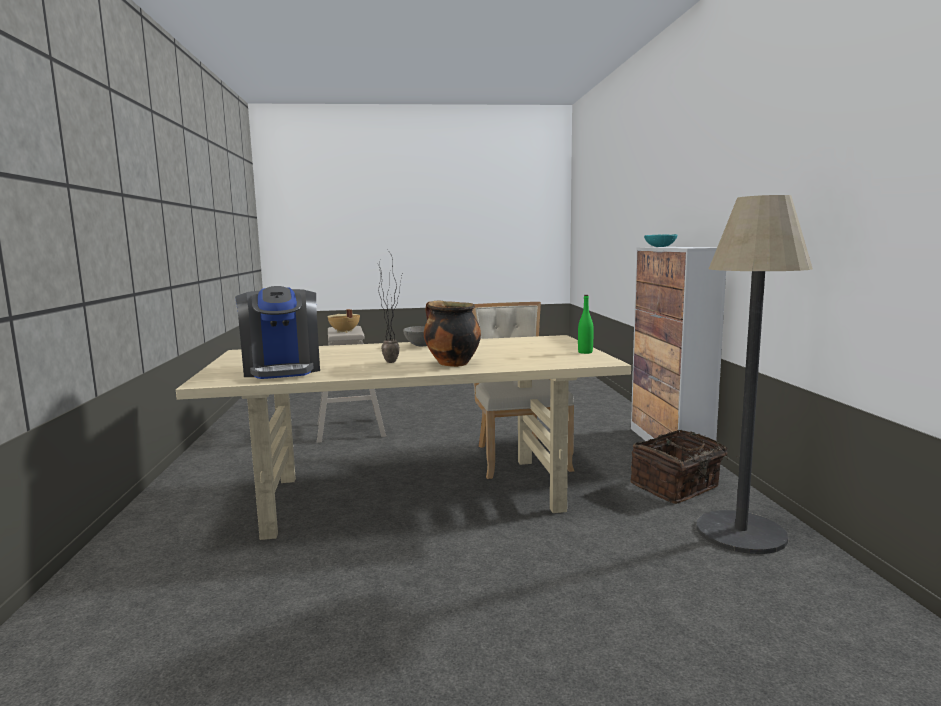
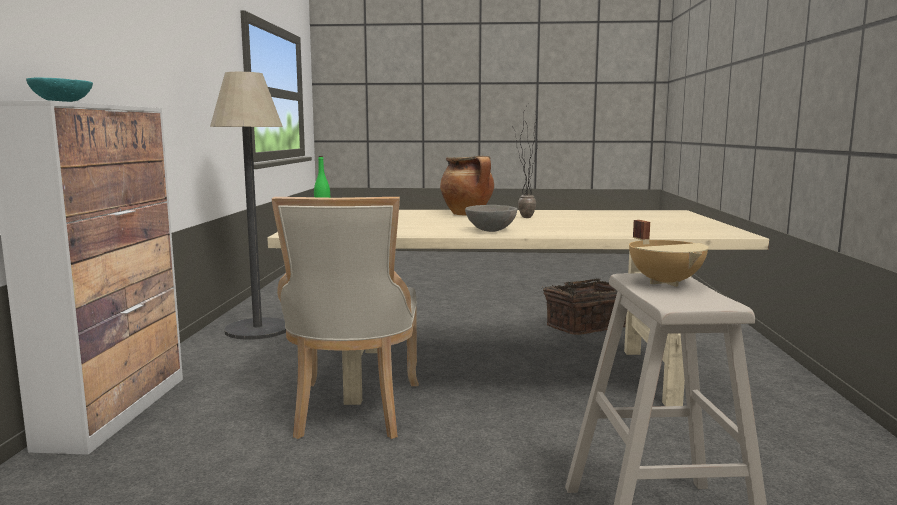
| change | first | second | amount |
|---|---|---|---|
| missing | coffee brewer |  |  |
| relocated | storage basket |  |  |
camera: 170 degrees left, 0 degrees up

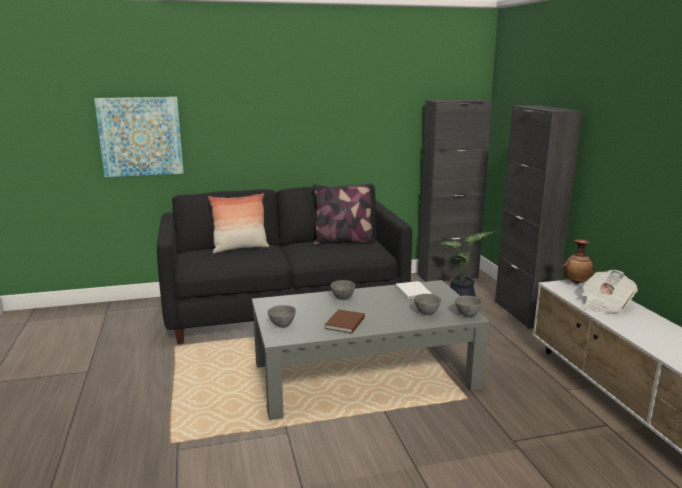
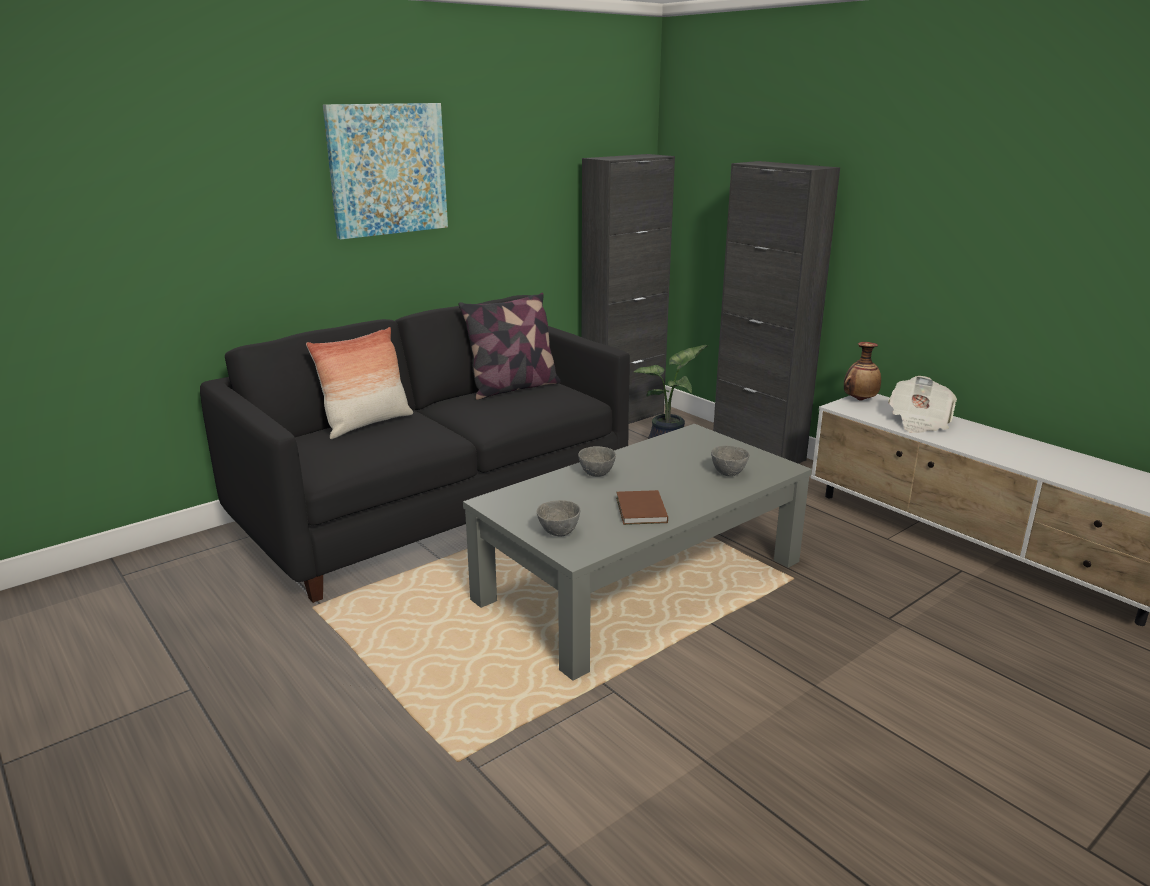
| change | first | second | amount |
|---|---|---|---|
| missing | book (white-coloured) |  |  |
| missing | bowl (gray) (no. 4 from left) |  |  |
| relocated | picture |  |  |
camera: 25 degrees left, 5 degrees up

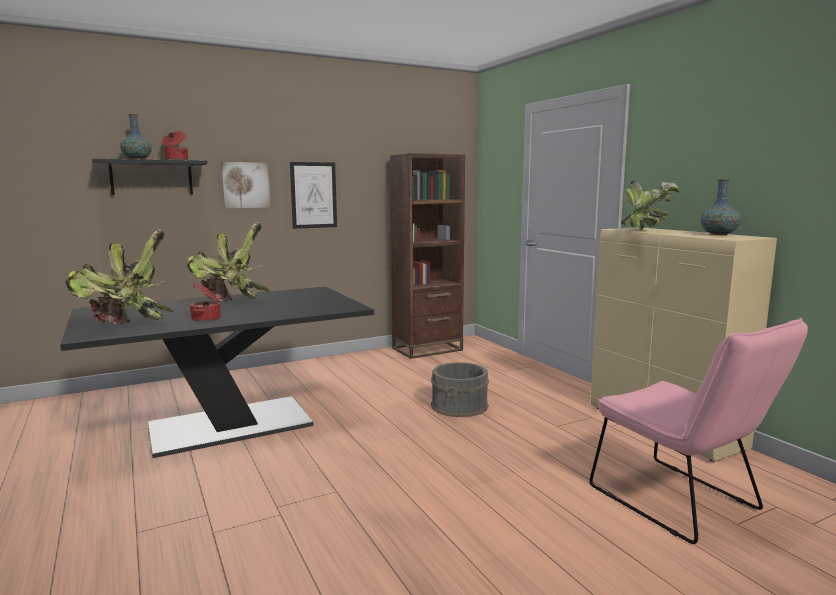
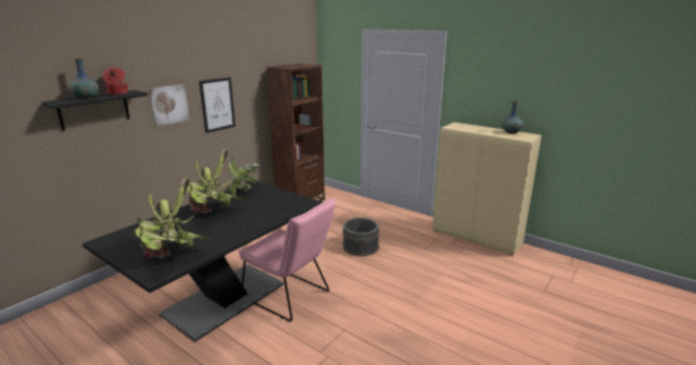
| change | first | second | amount |
|---|---|---|---|
| missing | cooking pot (no. 2 from left) |  |  |
| relocated | upright chair (pinkish) |  |  |
| relocated | potted plant (no. 3 from left) |  |  |
camera: 25 degrees left, 10 degrees up

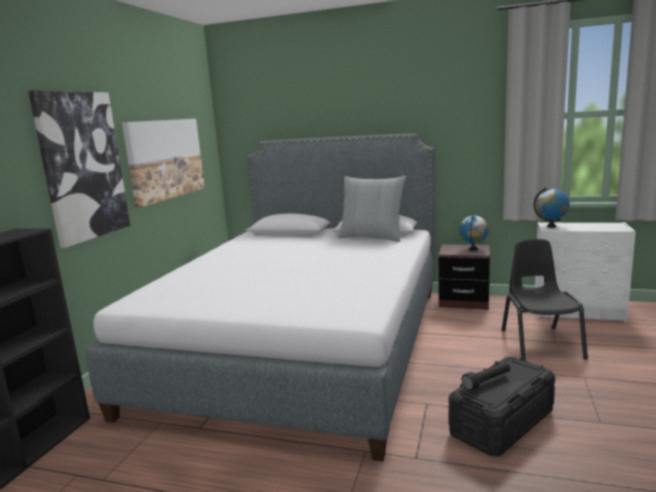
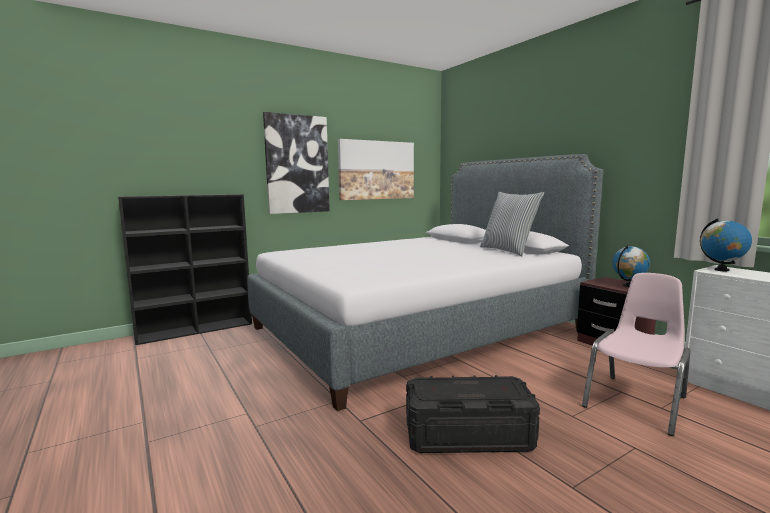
| change | first | second | amount |
|---|---|---|---|
| missing | torch (black-coloured) |  |  |
| colour | upright chair (black-coloured) | upright chair (pinkish) |  |
camera: 40 degrees right, 5 degrees down

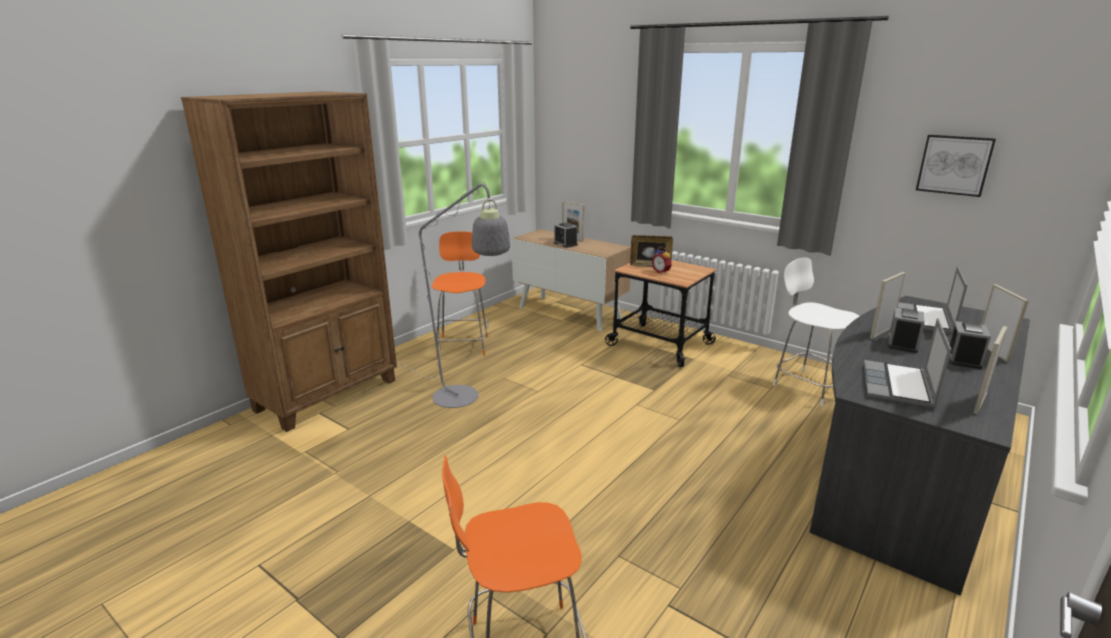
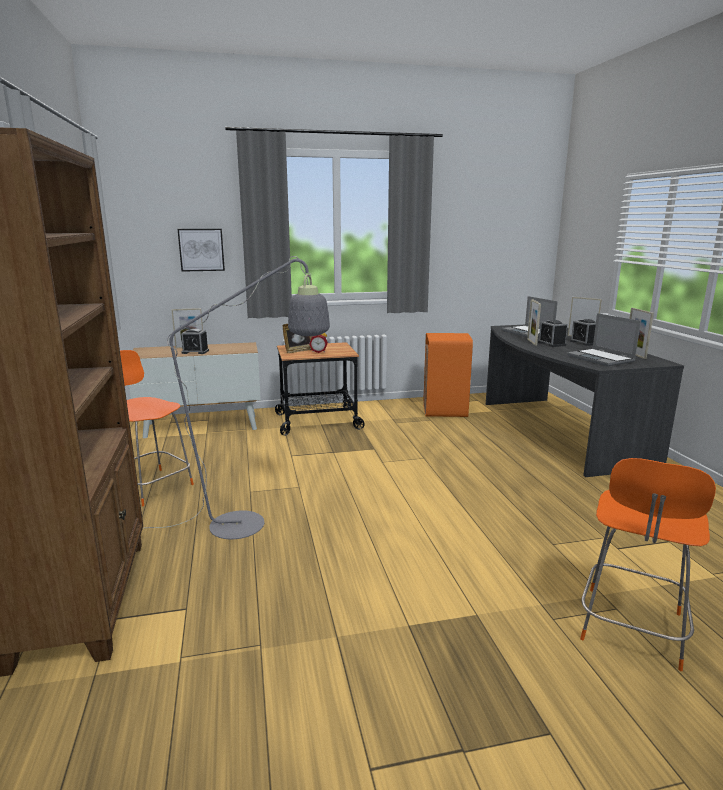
| change | first | second | amount |
|---|---|---|---|
| relocated | picture |  |  |
| exchanged | upright chair (white-coloured) | waste bin (orange-coloured) |  |
camera: 50 degrees left, 5 degrees down

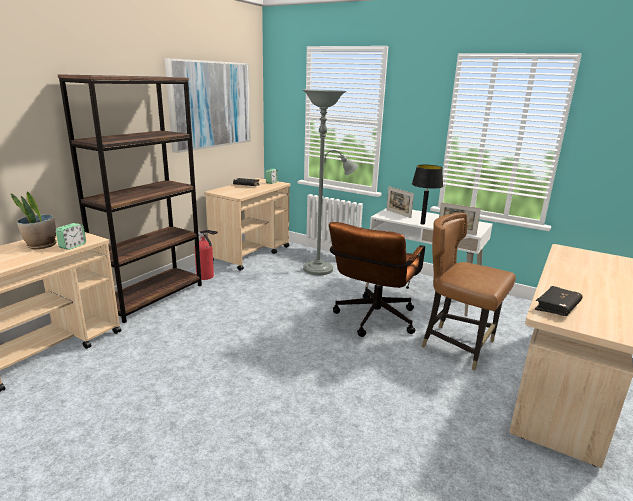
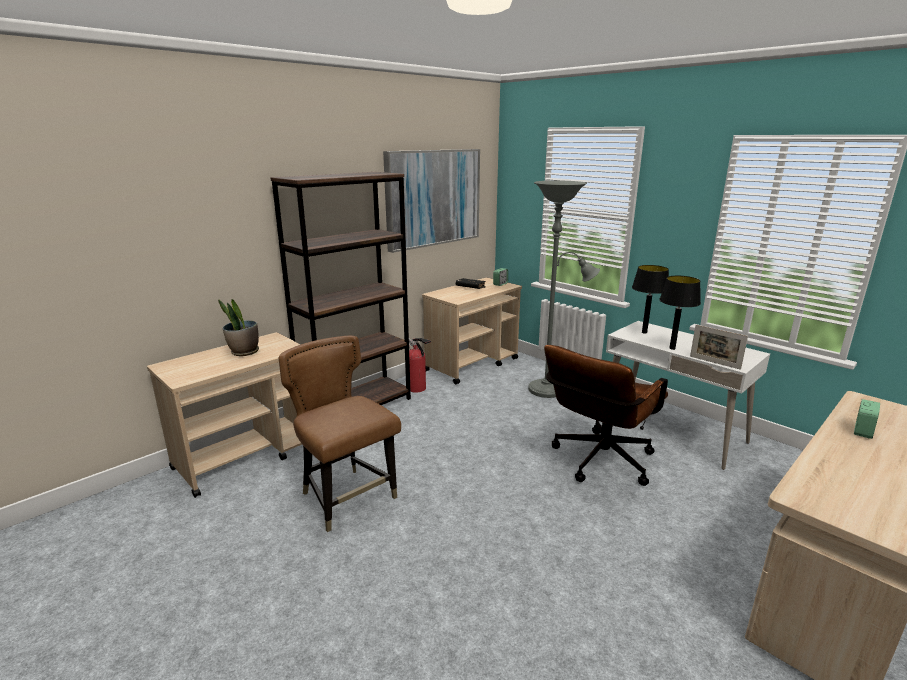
| change | first | second | amount |
|---|---|---|---|
| missing | book (black-coloured) (no. 2 from left) |  |  |
| relocated | bedside clock (no. 1 from left in the first image) | bedside clock (no. 2 from left) |  |
| relocated | upright chair (brown-coloured) |  |  |
| exchanged | photo frame (no. 1 from left) | table lamp (black-coloured) (no. 1 from left) |  |
camera: 15 degrees right, 0 degrees up

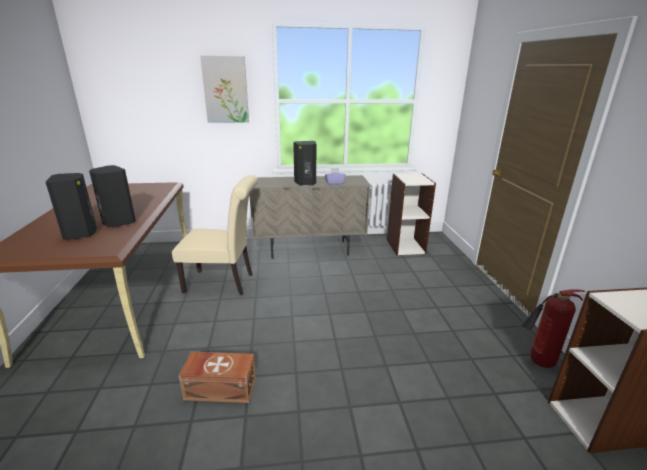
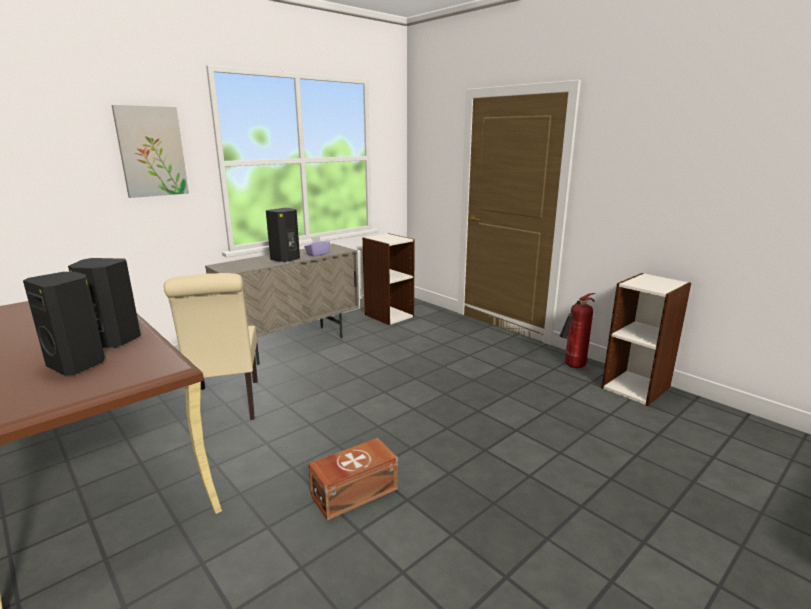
| change | first | second | amount |
|---|---|---|---|
| spun | upright chair (sand-coloured) |  | 105 degrees clockwise |
camera: 35 degrees left, 5 degrees down

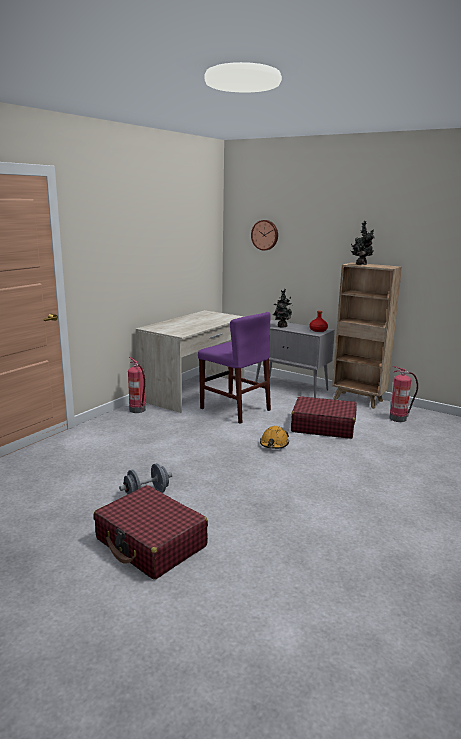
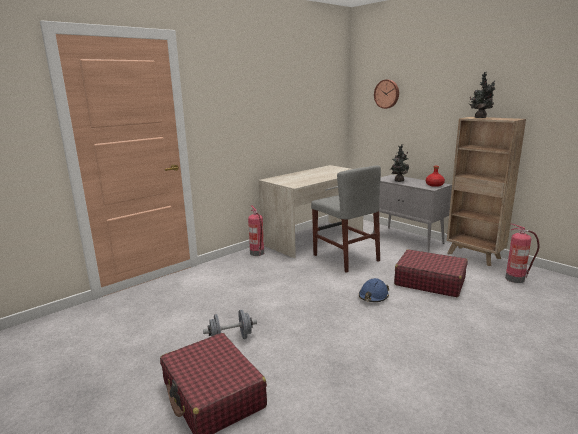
| change | first | second | amount |
|---|---|---|---|
| colour | upright chair (purplish) | upright chair (gray) |  |
| colour | work helmet (orange-coloured) | work helmet (blue-coloured) |  |
camera: 15 degrees right, 0 degrees up

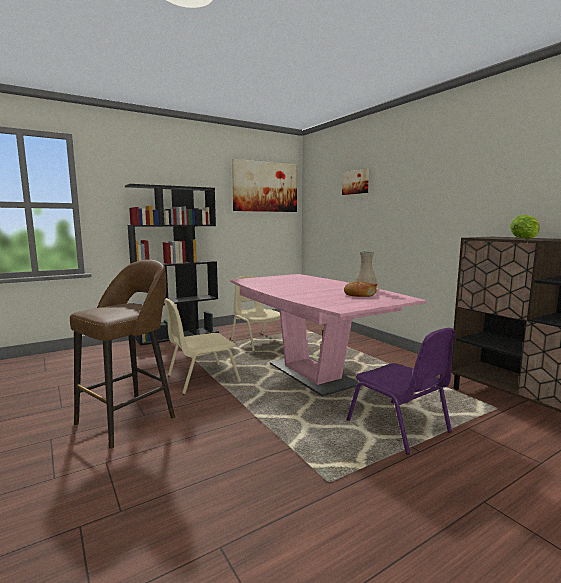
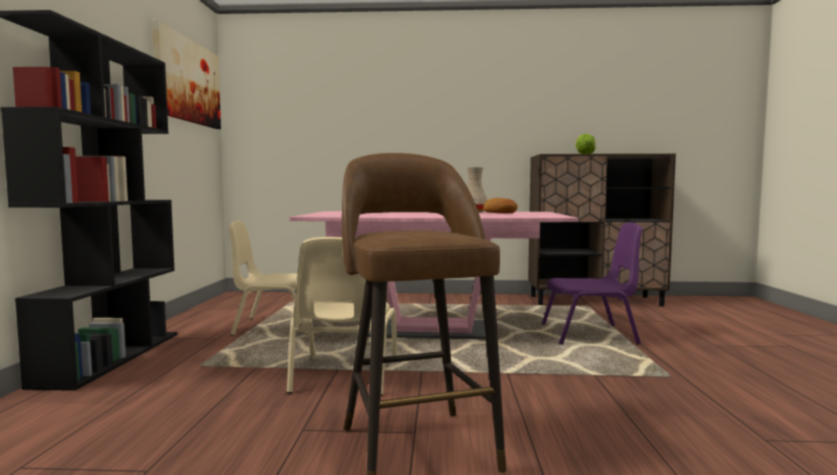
| change | first | second | amount |
|---|---|---|---|
| missing | picture (no. 2 from left) |  |  |
camera: 55 degrees left, 5 degrees down

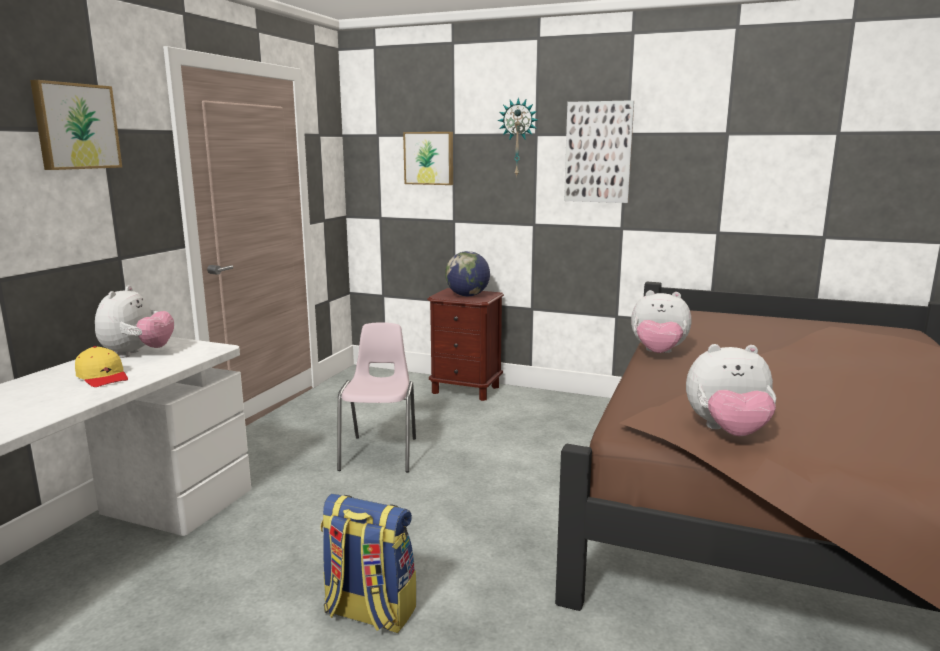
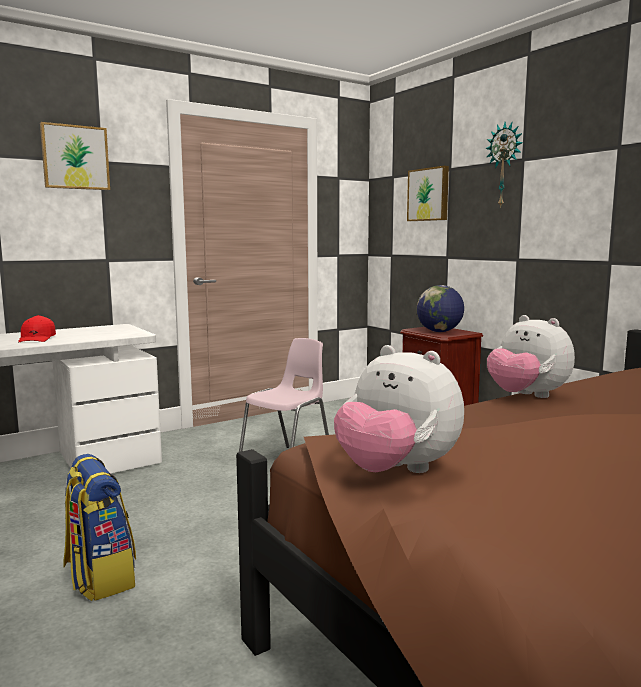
| change | first | second | amount |
|---|---|---|---|
| missing | plush toy (no. 1 from left) |  |  |
| missing | picture (no. 3 from left) |  |  |
| colour | baseball cap (yellow-coloured) | baseball cap (reddish) |  |
camera: 35 degrees right, 5 degrees down

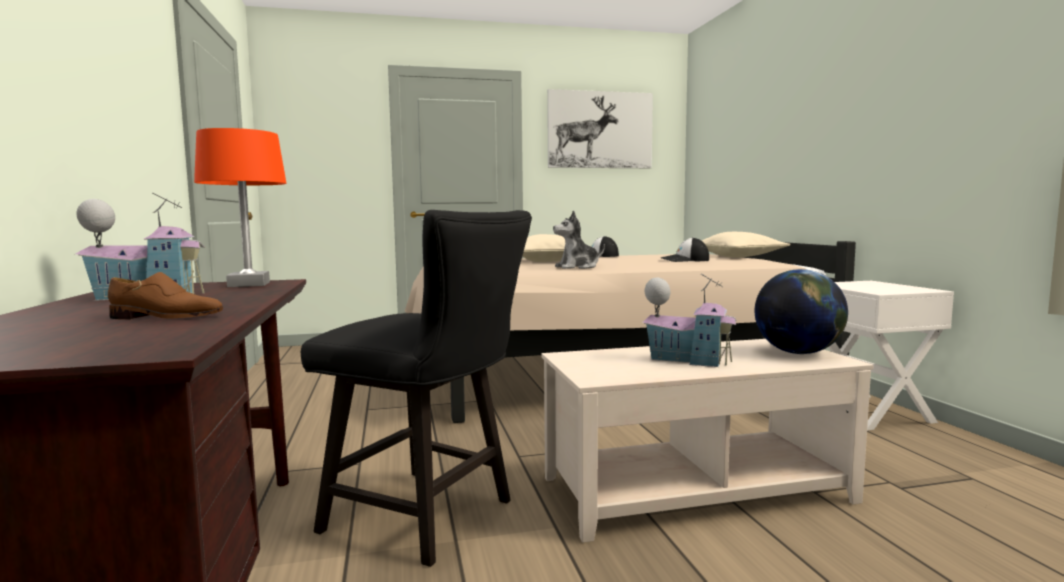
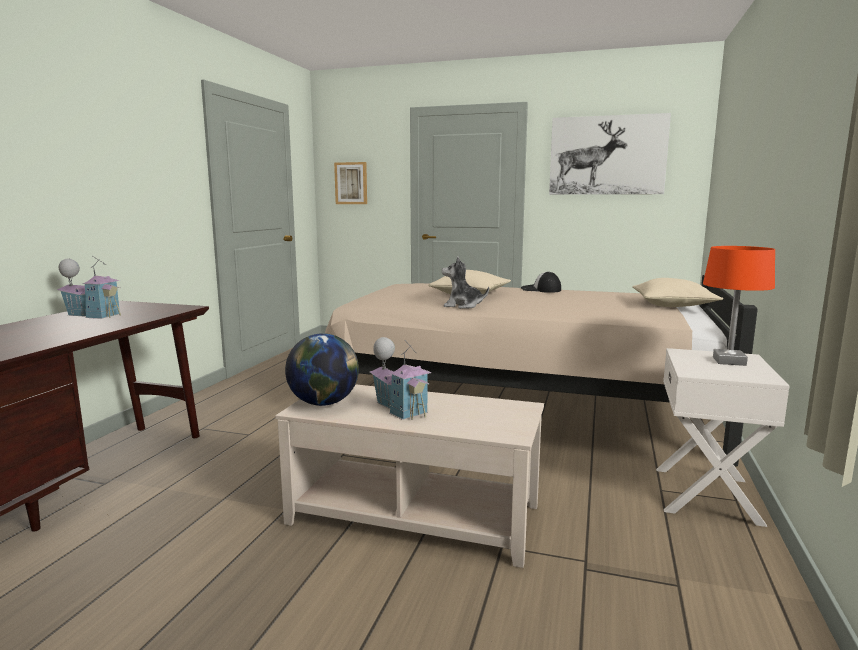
| change | first | second | amount |
|---|---|---|---|
| missing | low shoe (brown-coloured) |  |  |
| missing | upright chair (black-coloured) |  |  |
| missing | baseball cap (no. 2 from left) |  |  |
| appeared |  | picture (no. 1 from left) |  |
| relocated | table lamp (orange-coloured) |  |  |
| relocated | world globe |  |  |
camera: 30 degrees right, 5 degrees up

